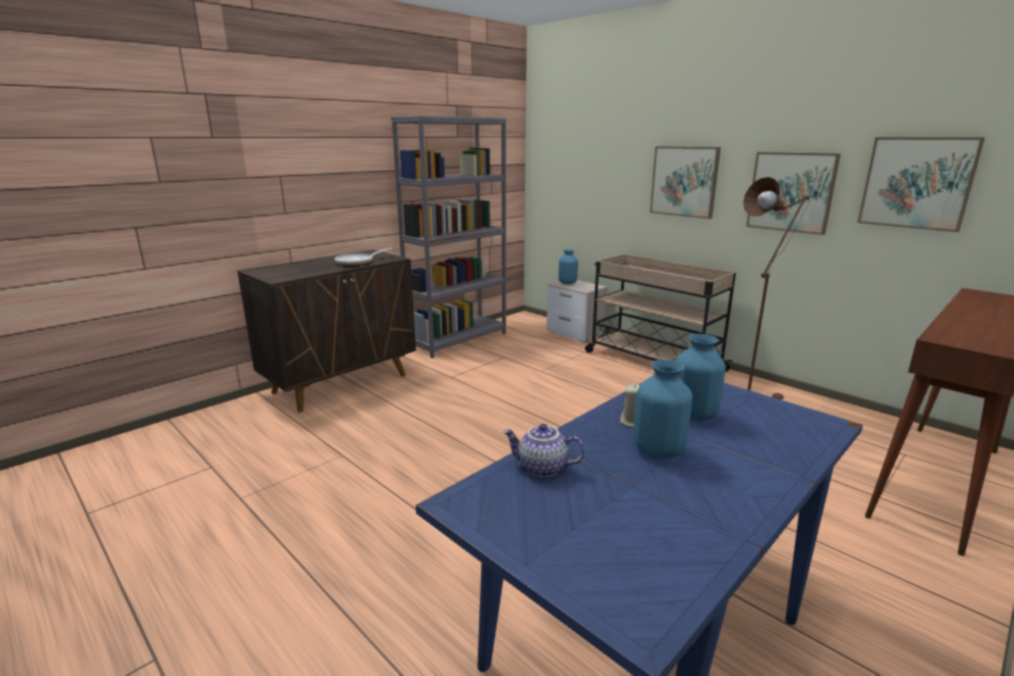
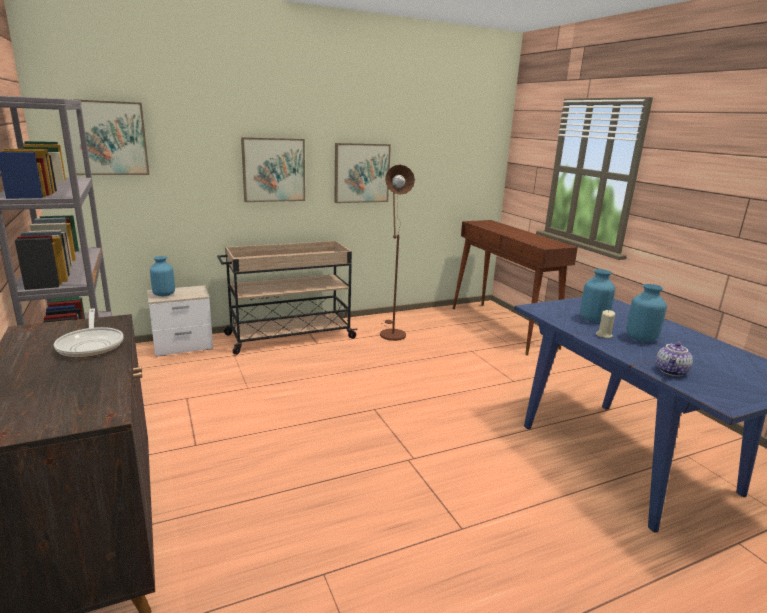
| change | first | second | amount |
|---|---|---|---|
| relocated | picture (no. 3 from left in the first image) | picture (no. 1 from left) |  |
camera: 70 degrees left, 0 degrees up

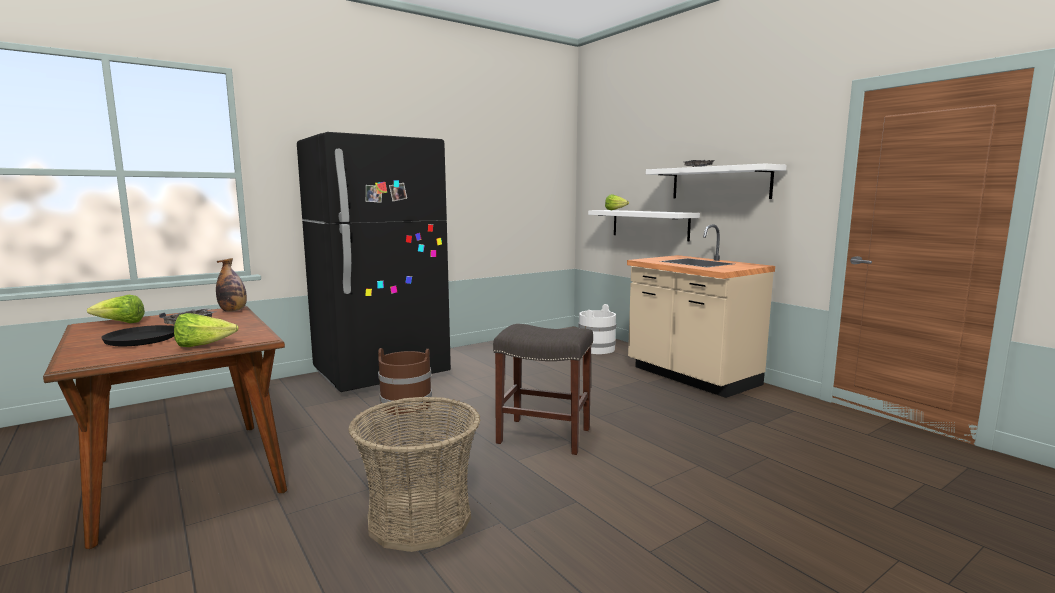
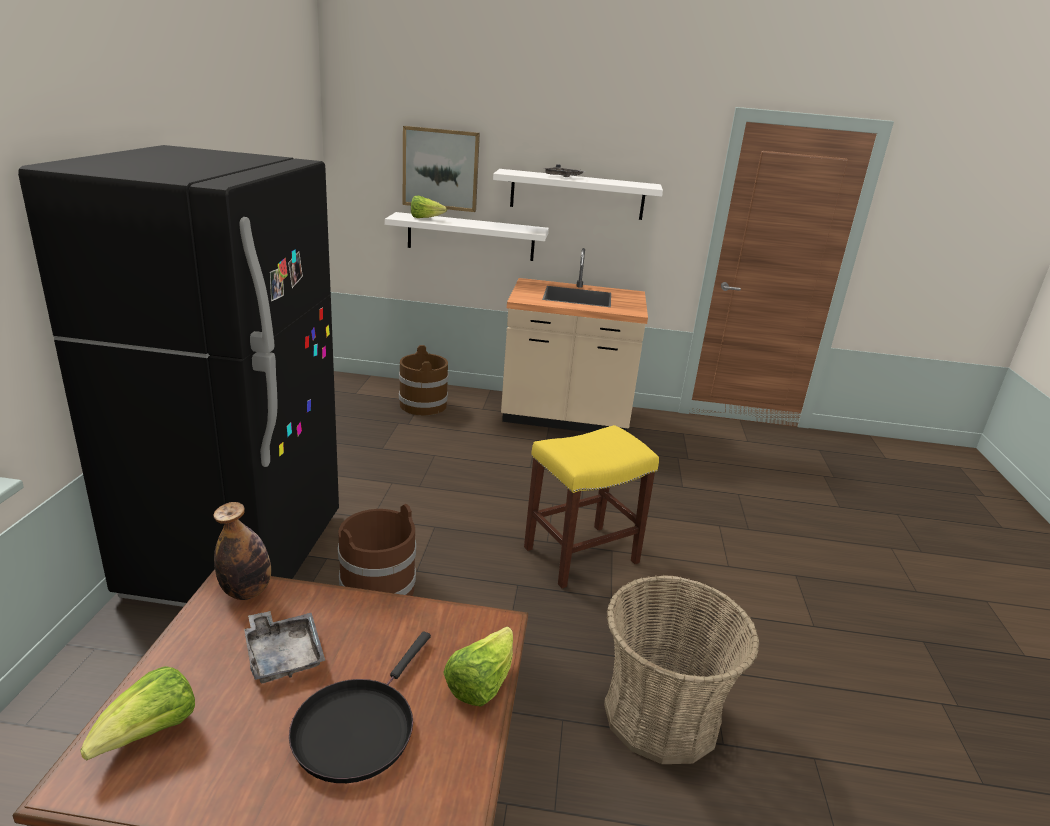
| change | first | second | amount |
|---|---|---|---|
| appeared |  | picture |  |
| colour | stool (gray) | stool (yellow-coloured) |  |
| colour | pail (white-coloured) | pail (brown-coloured) (no. 2 from left) |  |
camera: 50 degrees left, 15 degrees up

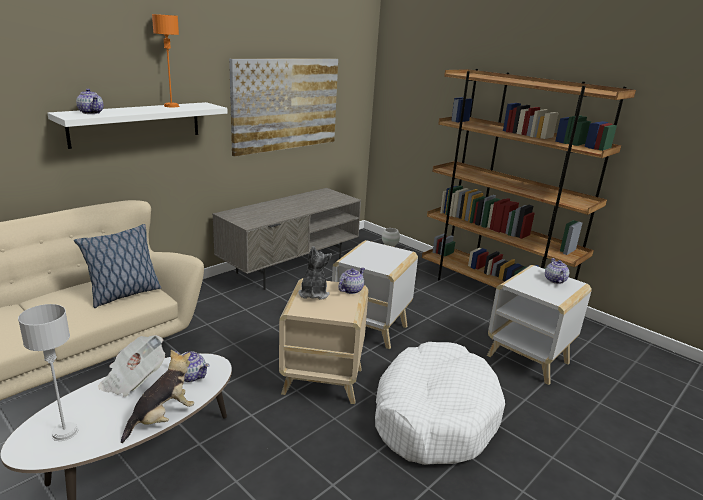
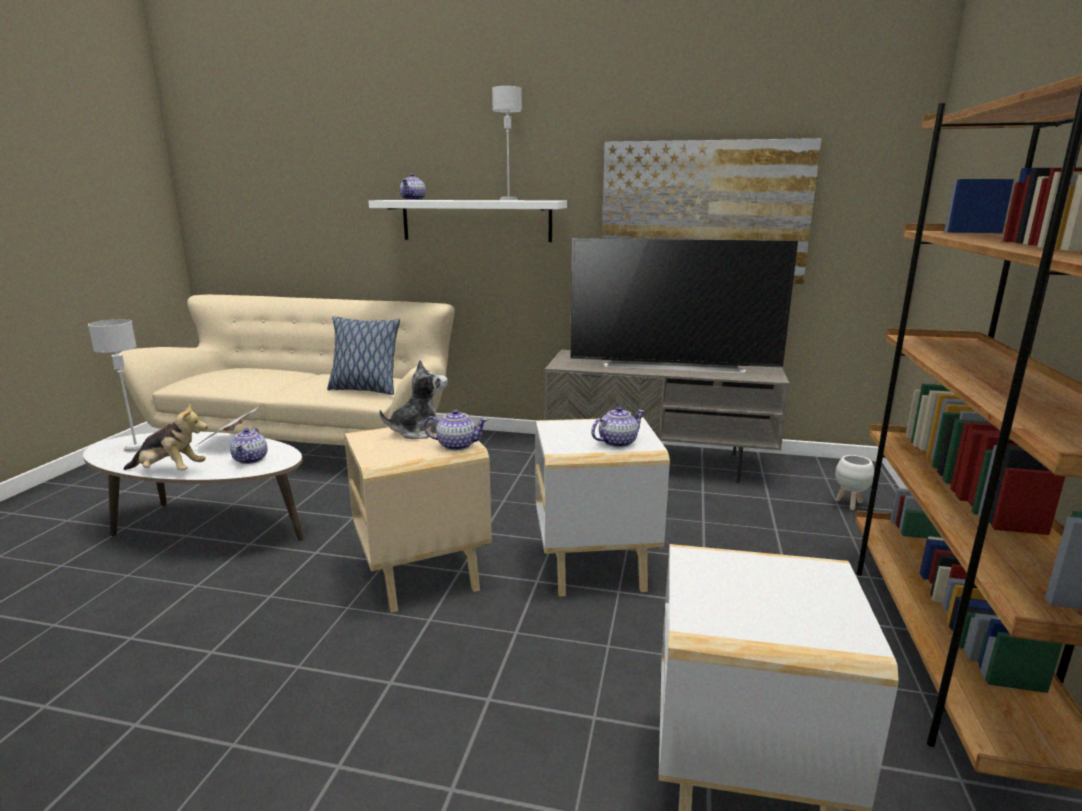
| change | first | second | amount |
|---|---|---|---|
| missing | dog bed (white-coloured) |  |  |
| appeared |  | television |  |
| relocated | pot for tea (no. 4 from left) |  |  |
| colour | table lamp (orange-coloured) | table lamp (gray) (no. 2 from left) |  |
camera: 60 degrees right, 5 degrees down

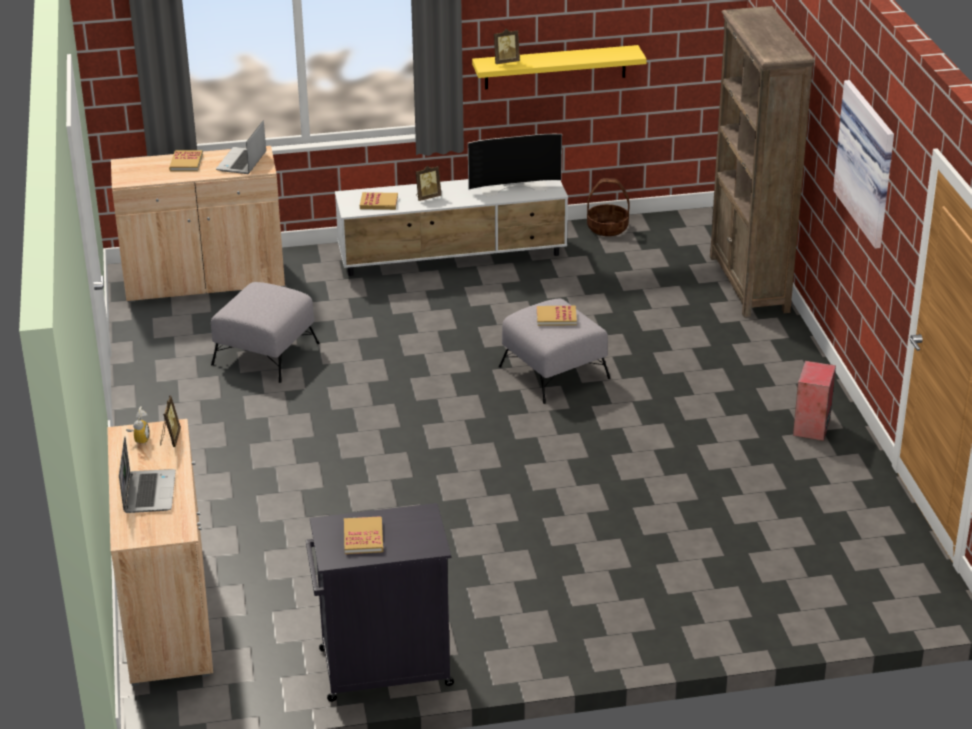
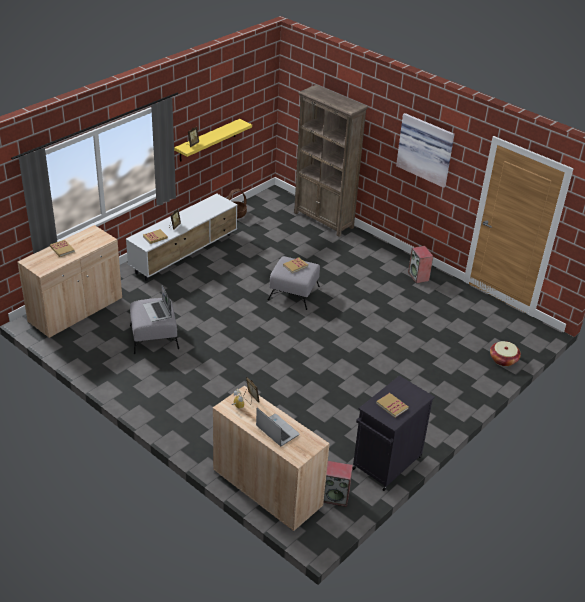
| change | first | second | amount |
|---|---|---|---|
| missing | television |  |  |
| appeared |  | speaker (no. 1 from left) |  |
| appeared |  | storage basket (no. 2 from left) |  |
| relocated | laptop (no. 2 from left in the first image) | laptop (no. 1 from left) |  |
camera: 40 degrees left, 5 degrees up

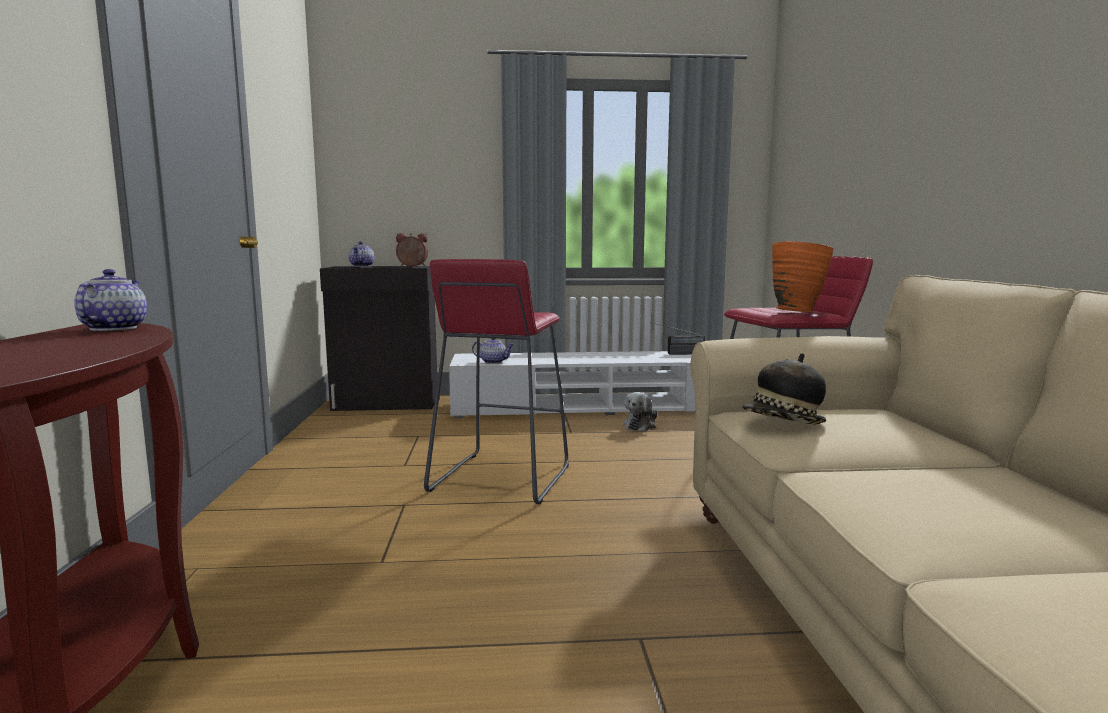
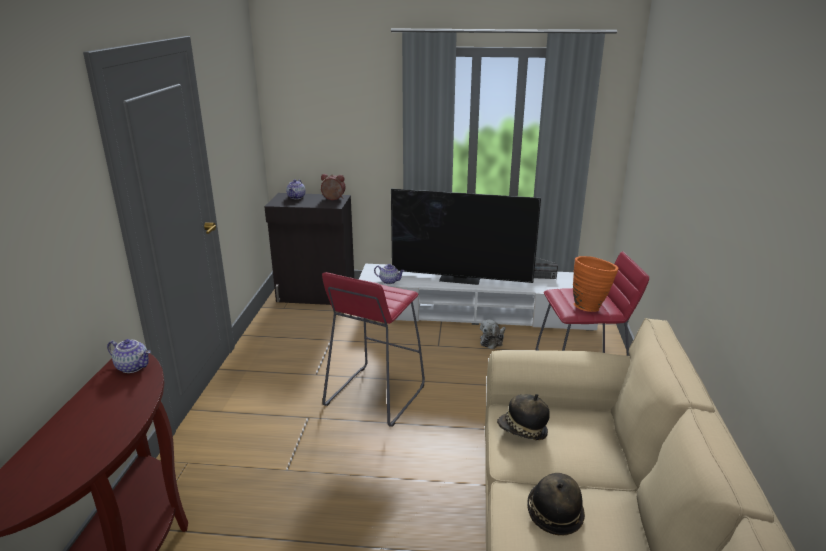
| change | first | second | amount |
|---|---|---|---|
| appeared |  | television |  |
| appeared |  | clothing hat (no. 2 from left) |  |
| spun | pot for tea (no. 1 from left) |  | 105 degrees clockwise |
camera: 10 degrees right, 15 degrees up

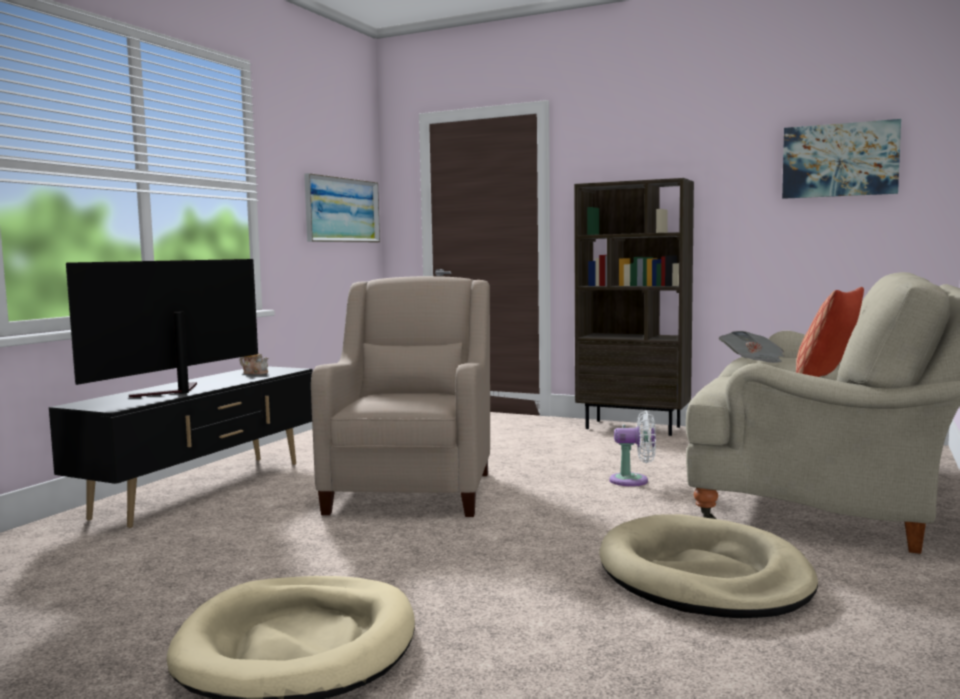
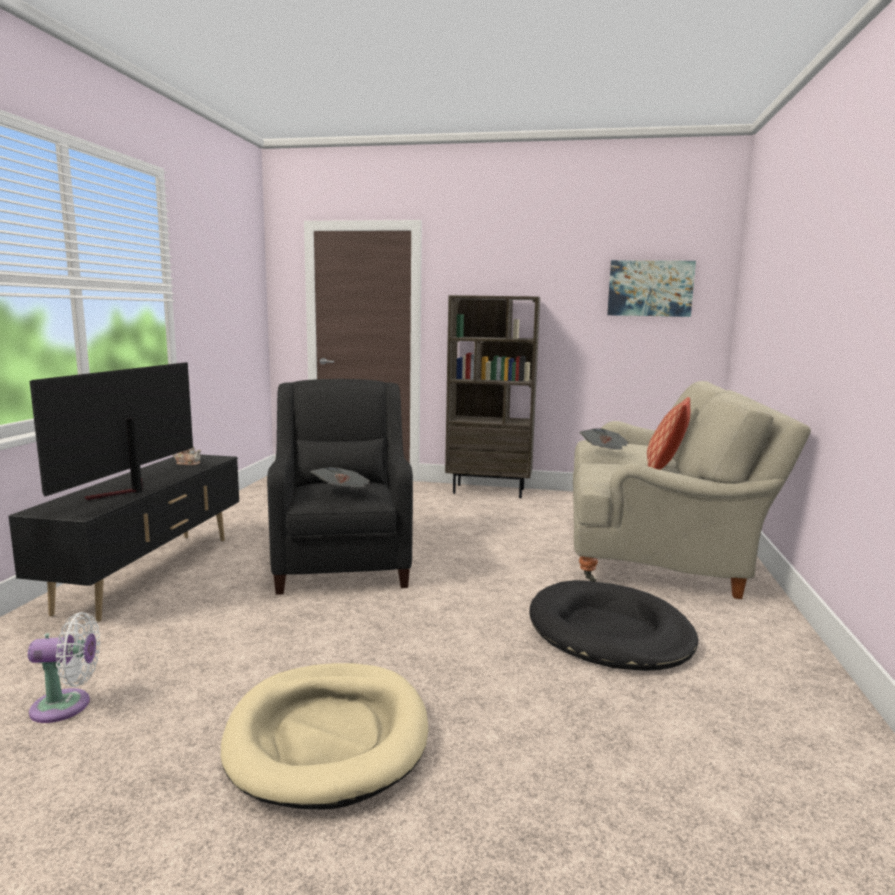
| change | first | second | amount |
|---|---|---|---|
| missing | picture (no. 1 from left) |  |  |
| appeared |  | daily paper (no. 1 from left) |  |
| relocated | electric fan (white-coloured) |  |  |
| colour | easy chair (sand-coloured) | easy chair (black-coloured) |  |
| colour | dog bed (sand-coloured) (no. 2 from left) | dog bed (black-coloured) |  |
camera: 15 degrees left, 5 degrees up

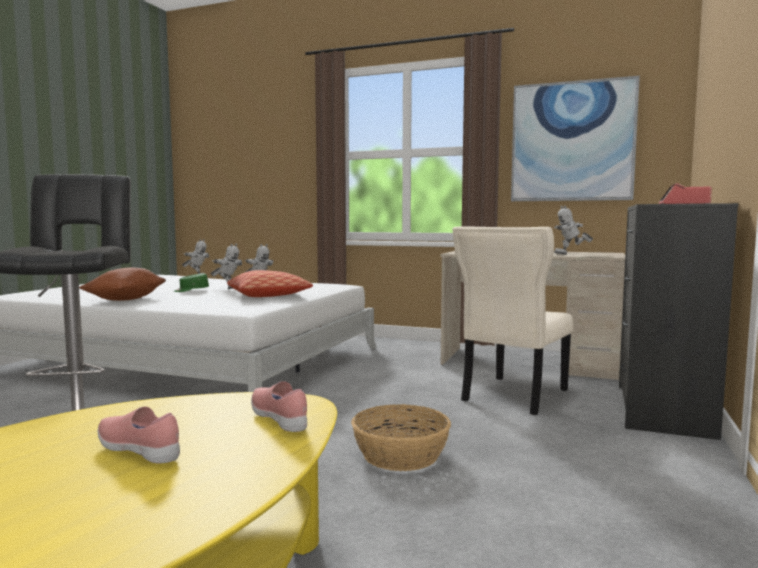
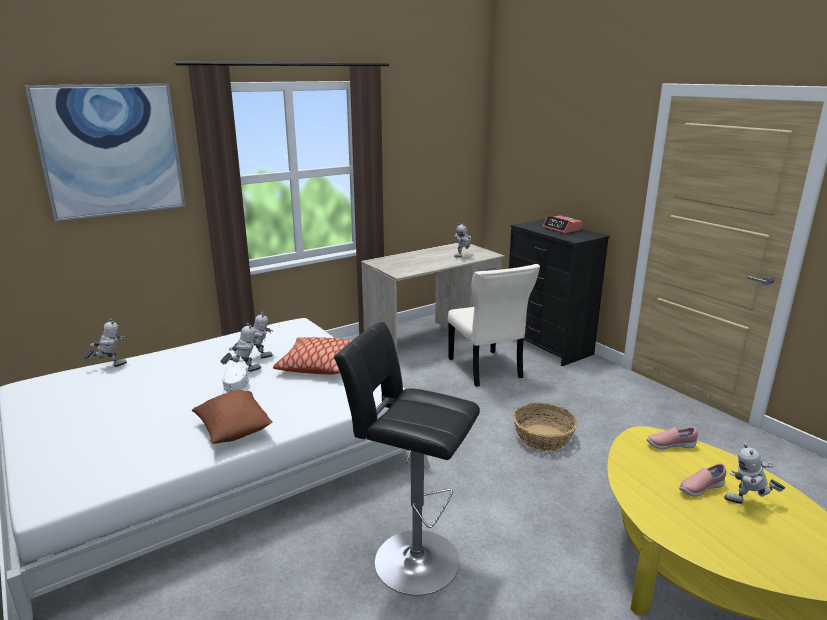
| change | first | second | amount |
|---|---|---|---|
| appeared |  | model robot (no. 5 from left) |  |
| relocated | picture |  |  |
| colour | baseball cap (greenish) | baseball cap (white-coloured) |  |
camera: 55 degrees left, 15 degrees up

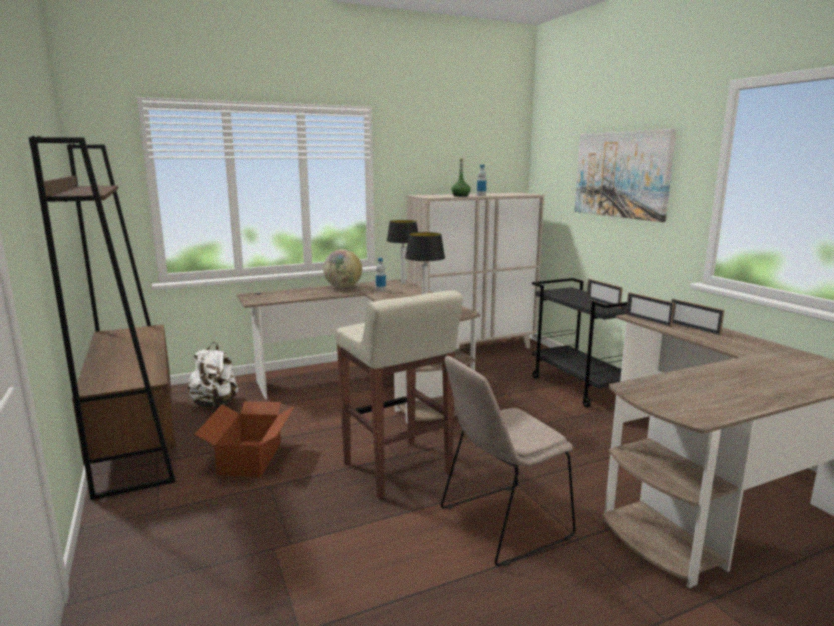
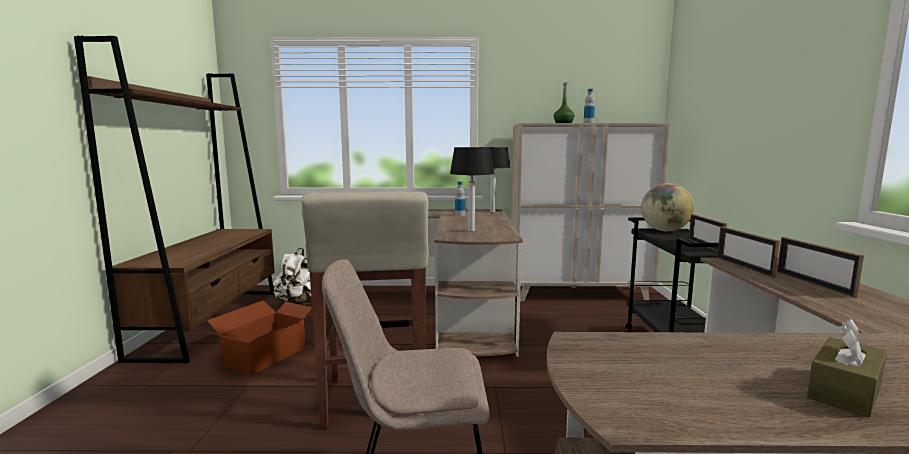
| change | first | second | amount |
|---|---|---|---|
| missing | picture |  |  |
| appeared |  | tissue box (brown-coloured) |  |
| relocated | world globe |  |  |
camera: 25 degrees right, 5 degrees down

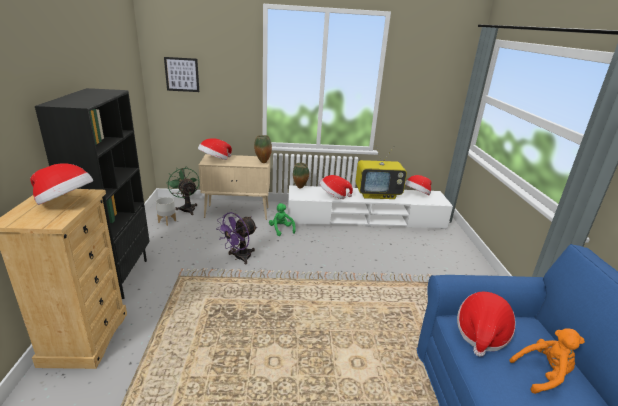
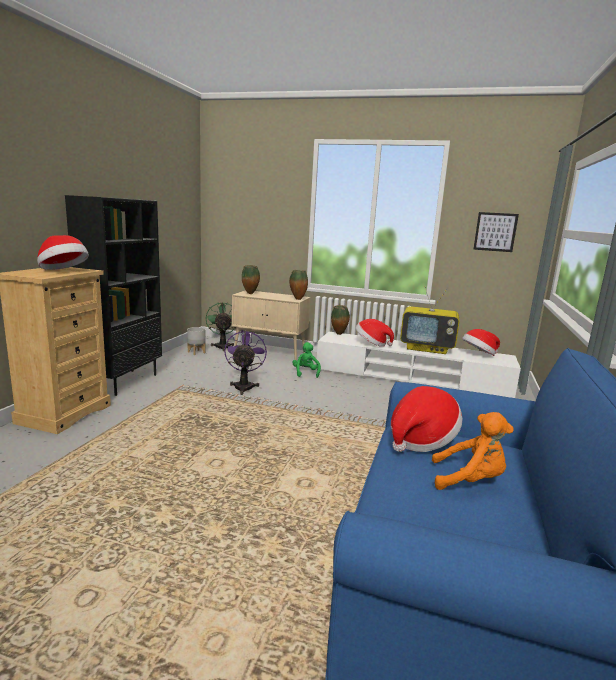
| change | first | second | amount |
|---|---|---|---|
| relocated | picture |  |  |
| exchanged | clothing hat (no. 2 from left) | flower vase (no. 1 from left) |  |
| spun | electric fan (purplish) |  | 120 degrees clockwise |
camera: 20 degrees right, 10 degrees down

